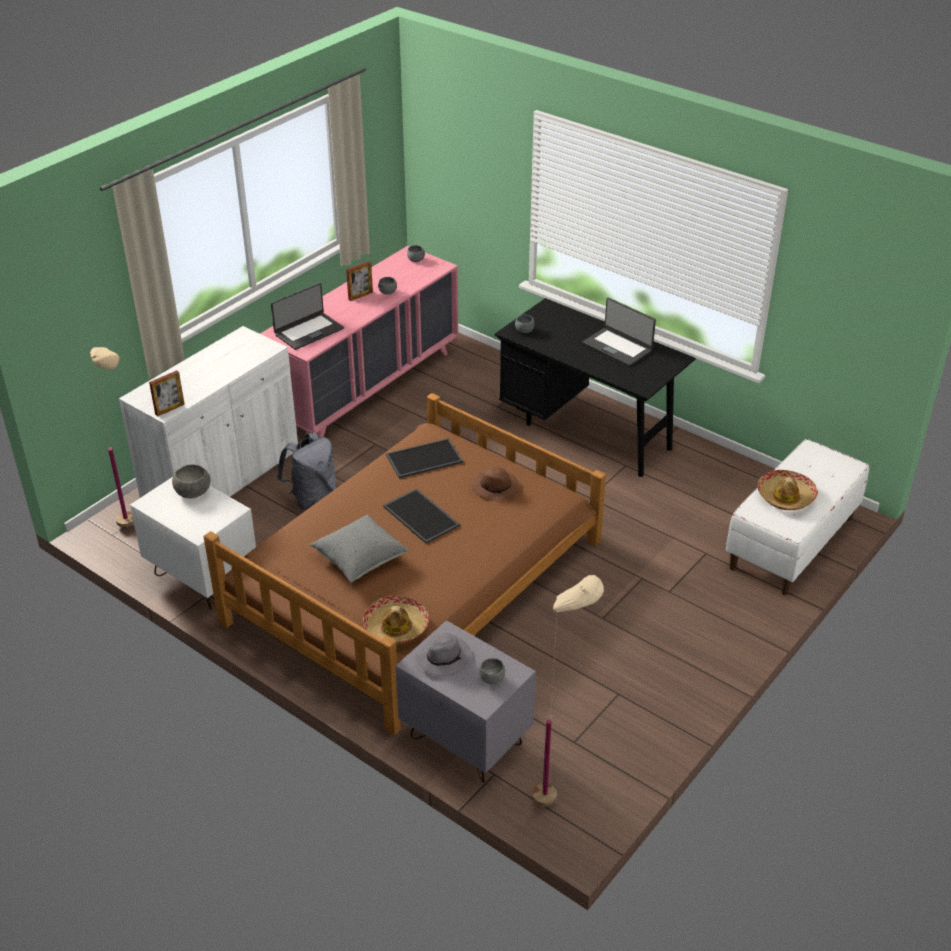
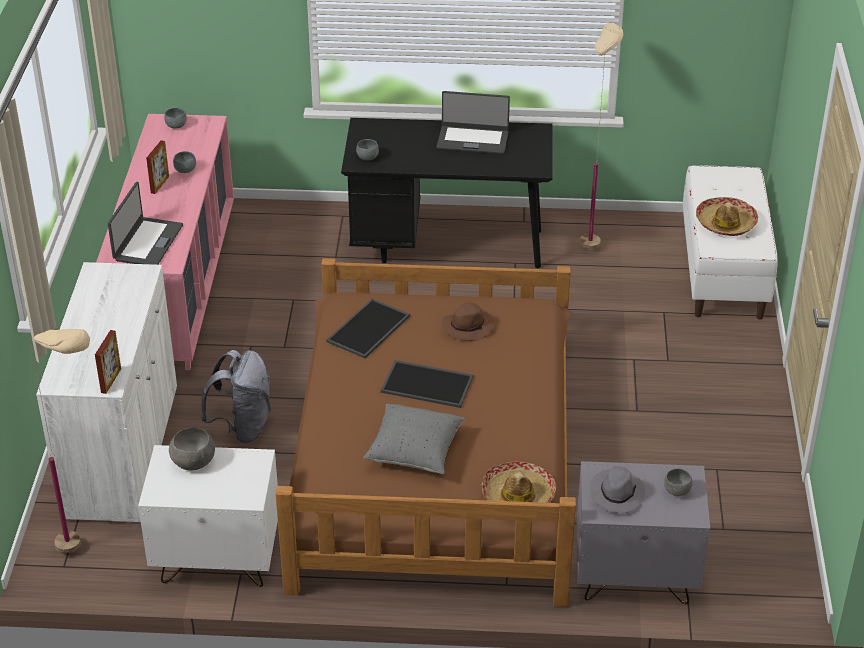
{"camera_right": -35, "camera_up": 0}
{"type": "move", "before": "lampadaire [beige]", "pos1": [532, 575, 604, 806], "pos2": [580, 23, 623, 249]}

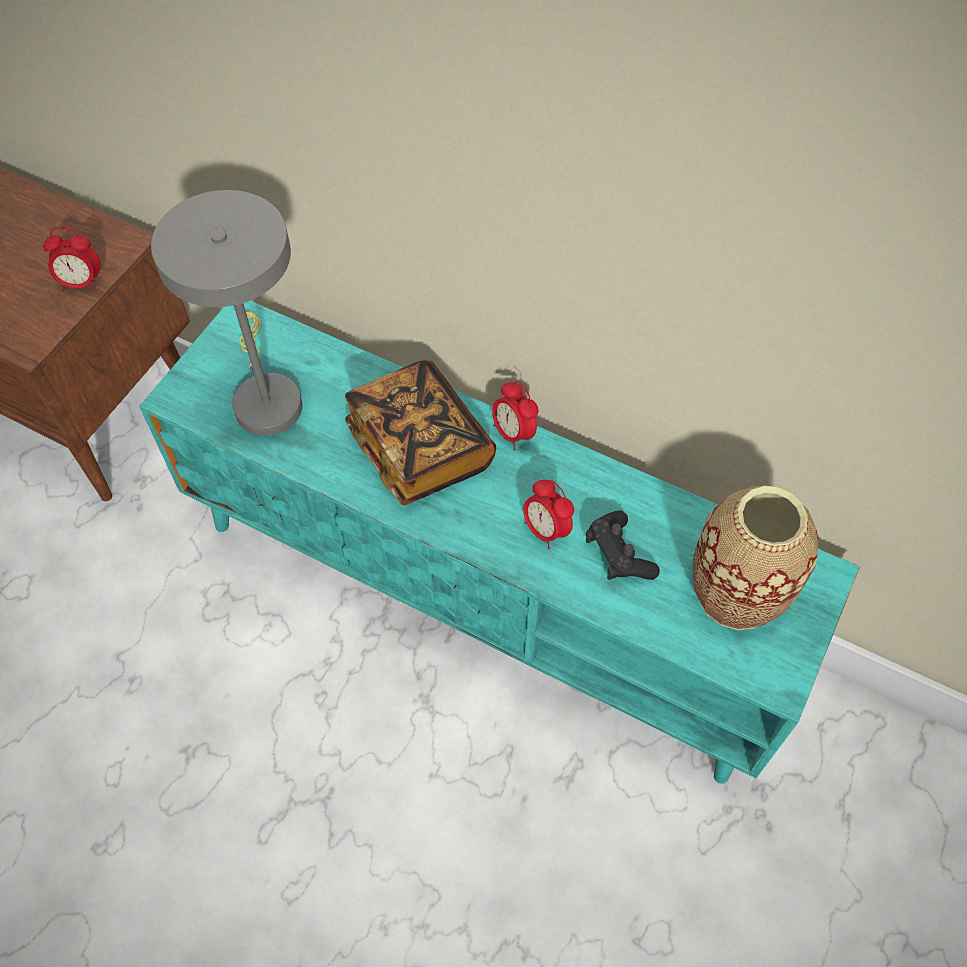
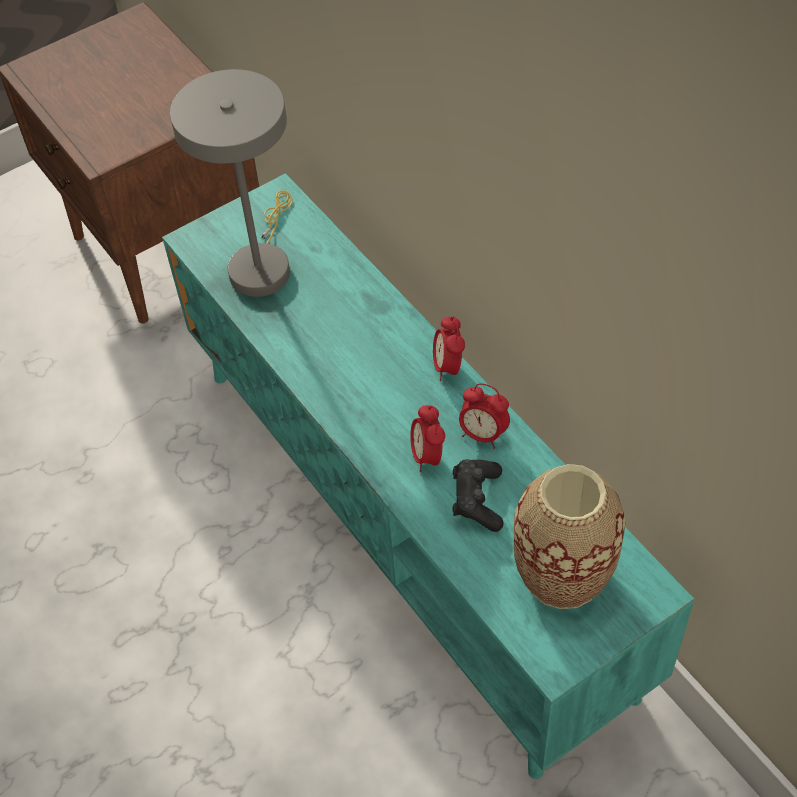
{"camera_right": 30, "camera_up": -5}
{"type": "move", "before": "réveil", "pos1": [43, 227, 101, 291], "pos2": [459, 383, 510, 449]}
{"type": "delete", "before": "livre", "pos1": [345, 360, 496, 505]}

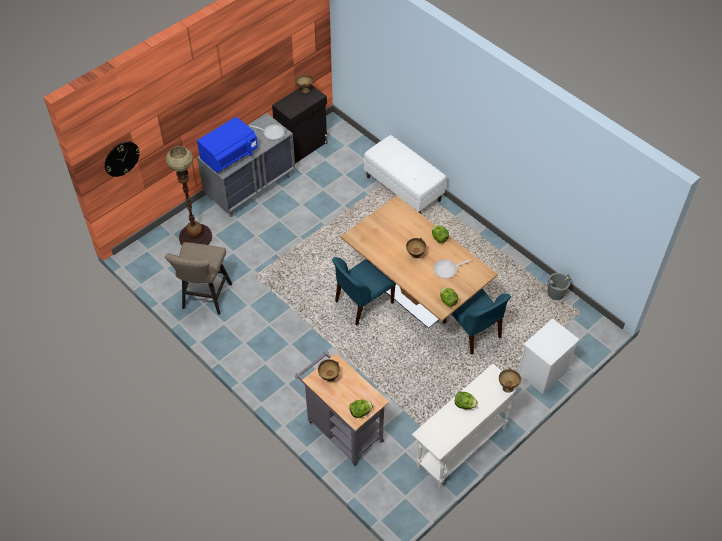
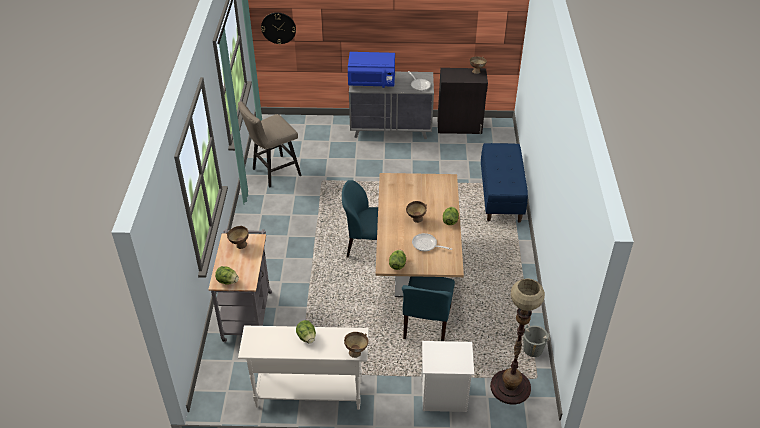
{"camera_right": 45, "camera_up": -10}
{"type": "recolor", "before": "banc [blanc]", "after": "banc [bleu]", "pos1": [364, 135, 446, 214], "pos2": [481, 143, 528, 223]}
{"type": "move", "before": "lampadaire", "pos1": [166, 146, 212, 245], "pos2": [490, 279, 545, 405]}

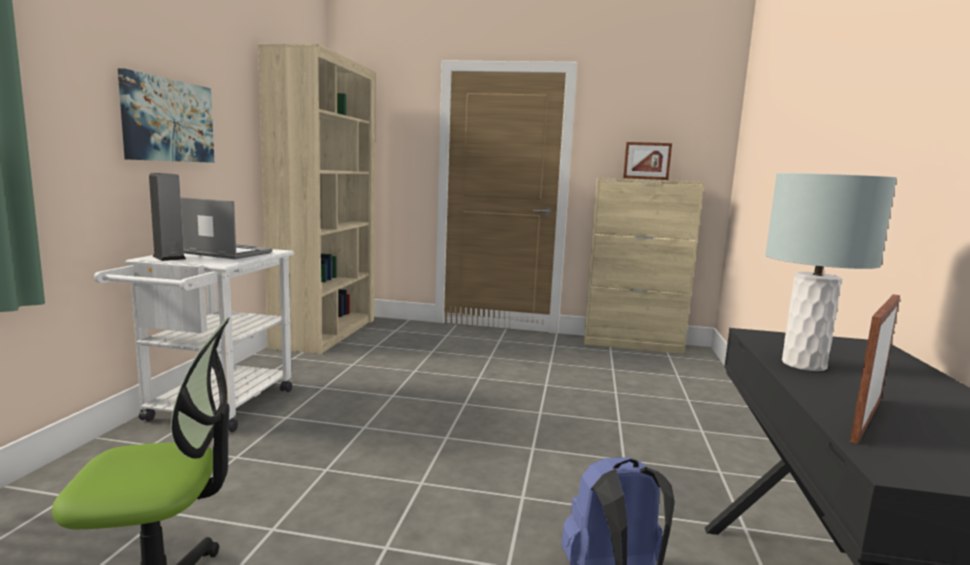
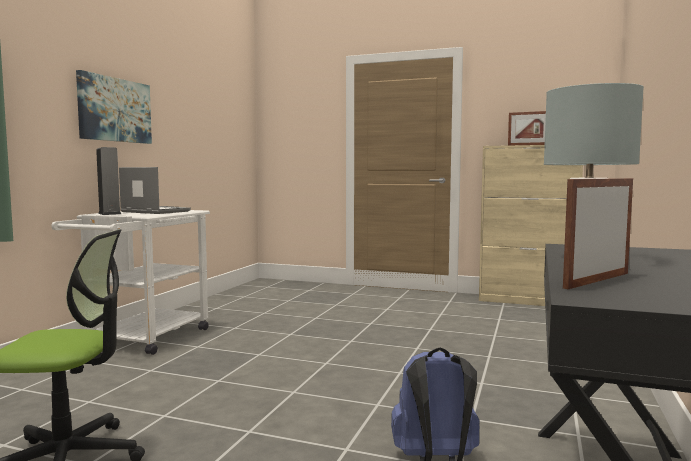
{"camera_right": 10, "camera_up": -5}
{"type": "delete", "before": "bibliothèque [beige]", "pos1": [258, 44, 375, 354]}

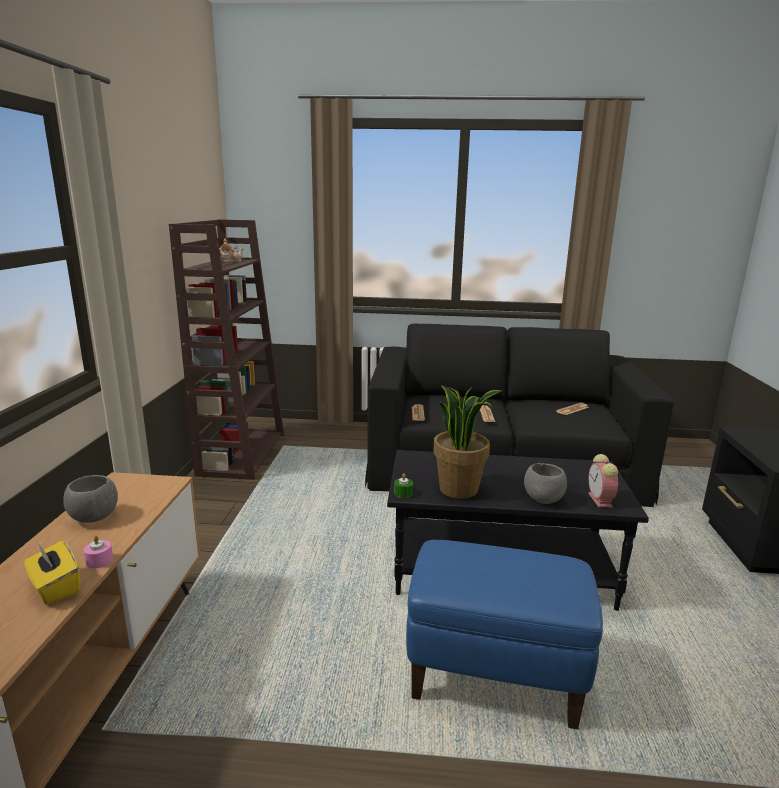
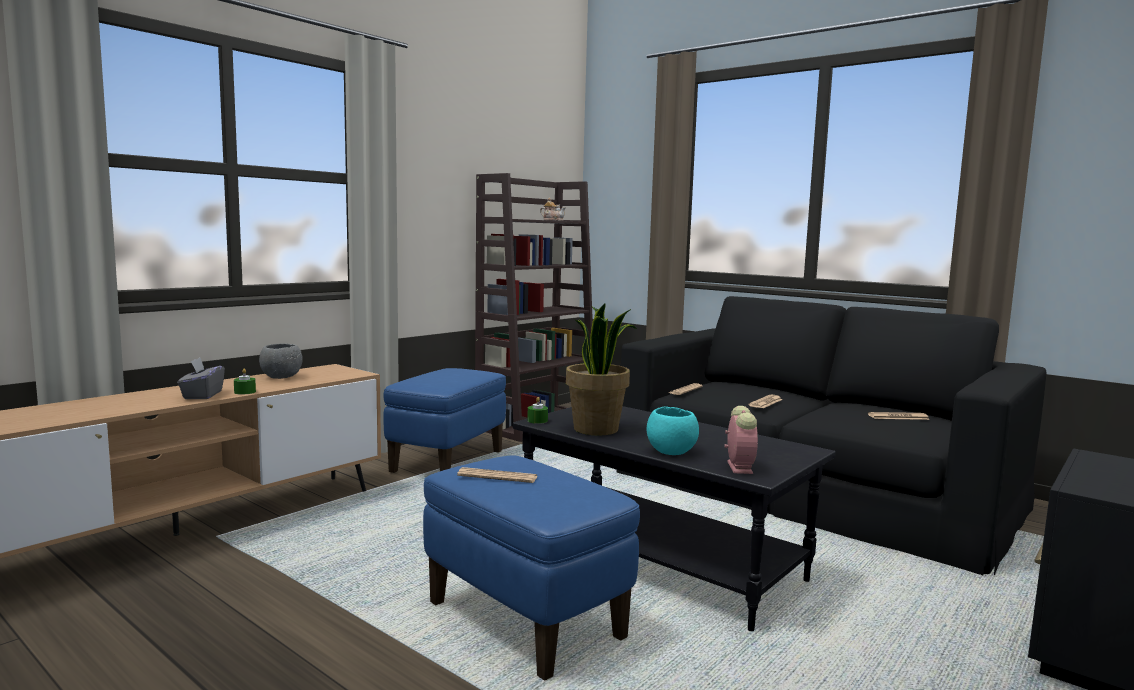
{"camera_right": 35, "camera_up": -10}
{"type": "rotate", "before": "réveil", "pos1": [588, 454, 618, 507], "pos2": [724, 406, 758, 474], "turn": 150}
{"type": "recolor", "before": "bol [gris]", "after": "bol [turquoise]", "pos1": [524, 463, 567, 504], "pos2": [647, 406, 699, 455]}
{"type": "recolor", "before": "bougie [rose]", "after": "bougie [vert]", "pos1": [84, 535, 113, 568], "pos2": [234, 369, 256, 395]}
{"type": "recolor", "before": "boîte à mouchoirs [jaune]", "after": "boîte à mouchoirs [gris]", "pos1": [24, 541, 80, 605], "pos2": [177, 358, 225, 399]}
{"type": "insert", "after": "pouf [bleu]", "pos2": [383, 368, 506, 473]}
{"type": "insert", "after": "journal", "pos2": [457, 467, 538, 483]}

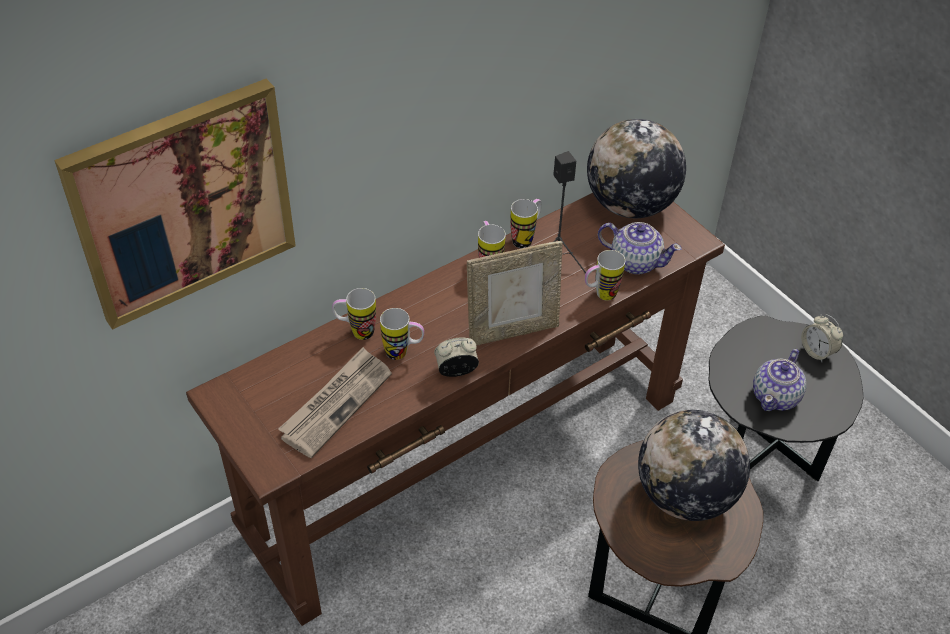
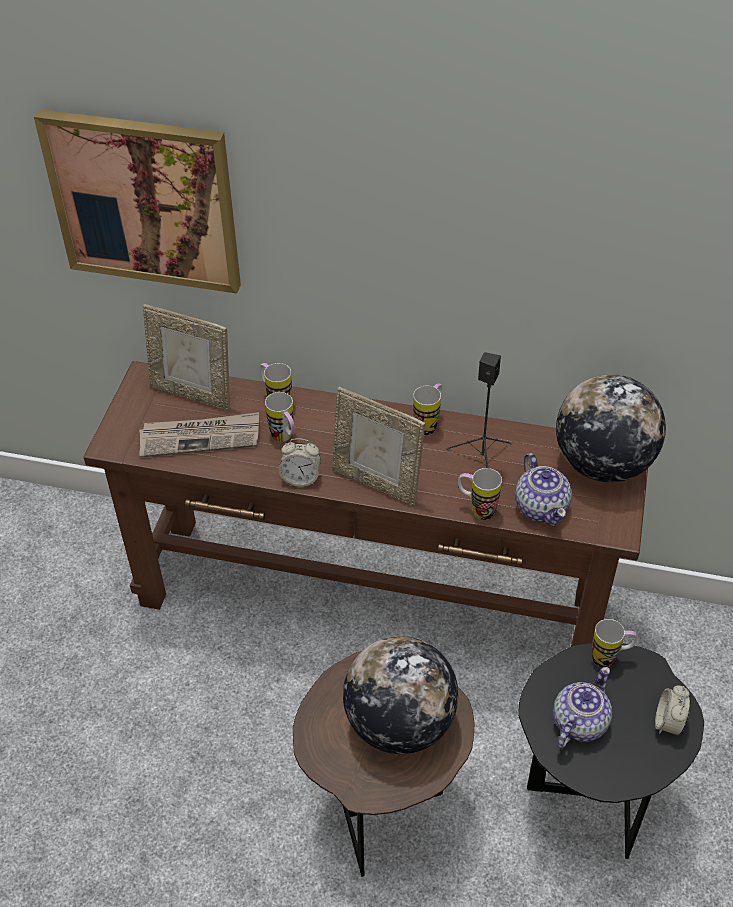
{"camera_right": 50, "camera_up": 0}
{"type": "move", "before": "mug", "pos1": [510, 199, 542, 249], "pos2": [592, 619, 638, 668]}
{"type": "rotate", "before": "réveil", "pos1": [434, 338, 479, 377], "pos2": [279, 438, 321, 487], "turn": 150}
{"type": "rotate", "before": "théière", "pos1": [753, 349, 806, 411], "pos2": [553, 667, 612, 749], "turn": 135}
{"type": "insert", "after": "cadre photo", "pos2": [143, 304, 230, 411]}

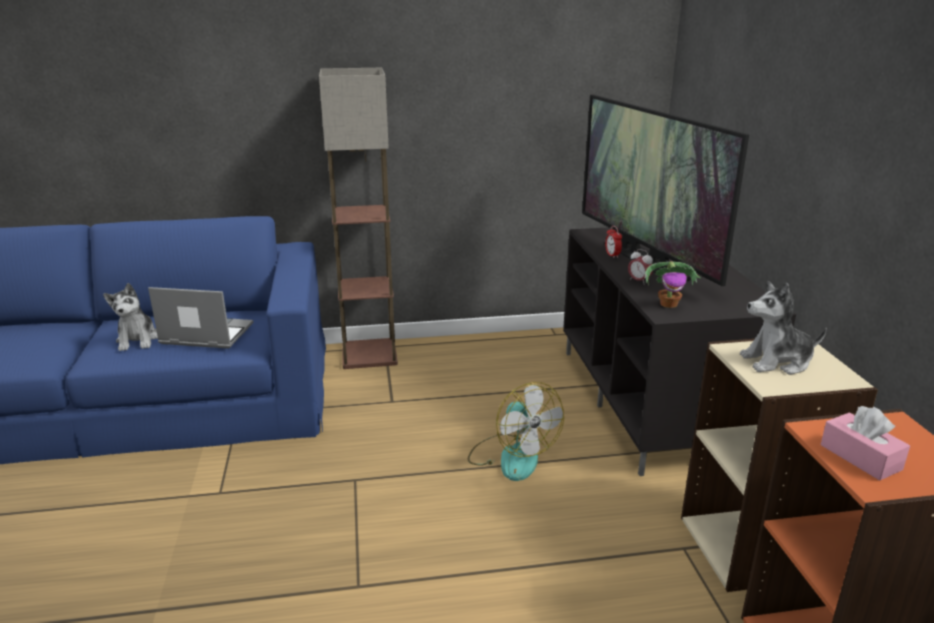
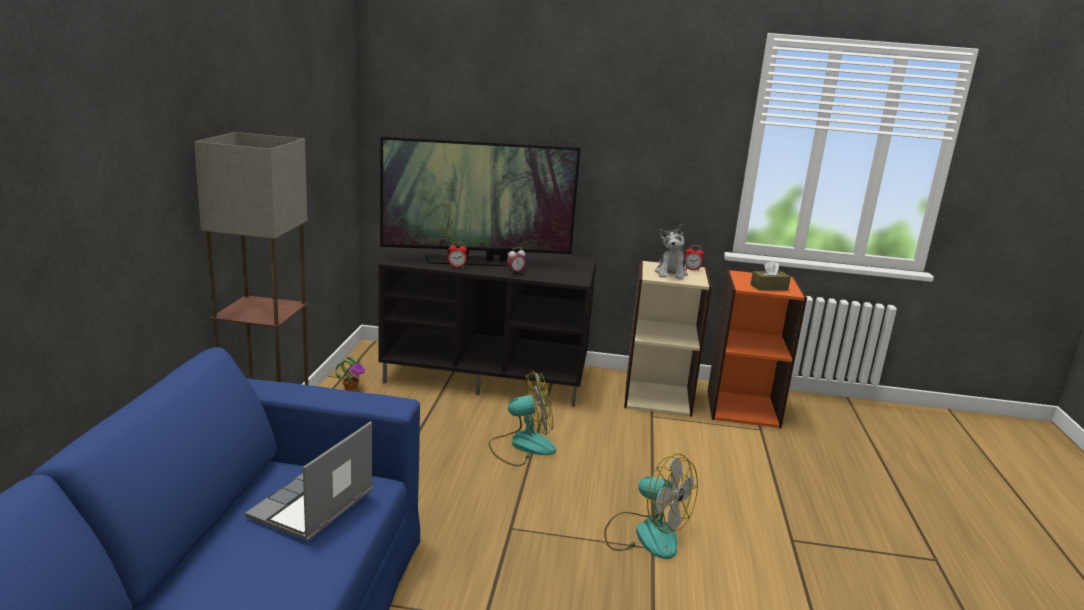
{"camera_right": -75, "camera_up": -5}
{"type": "move", "before": "plante en pot", "pos1": [645, 261, 700, 308], "pos2": [335, 357, 365, 391]}
{"type": "delete", "before": "peluche", "pos1": [103, 283, 158, 351]}
{"type": "recolor", "before": "boîte à mouchoirs [rose]", "after": "boîte à mouchoirs [marron]", "pos1": [821, 406, 910, 480], "pos2": [750, 260, 791, 290]}
{"type": "insert", "after": "réveil", "pos2": [685, 245, 704, 271]}
{"type": "insert", "after": "ventilateur", "pos2": [604, 453, 698, 559]}

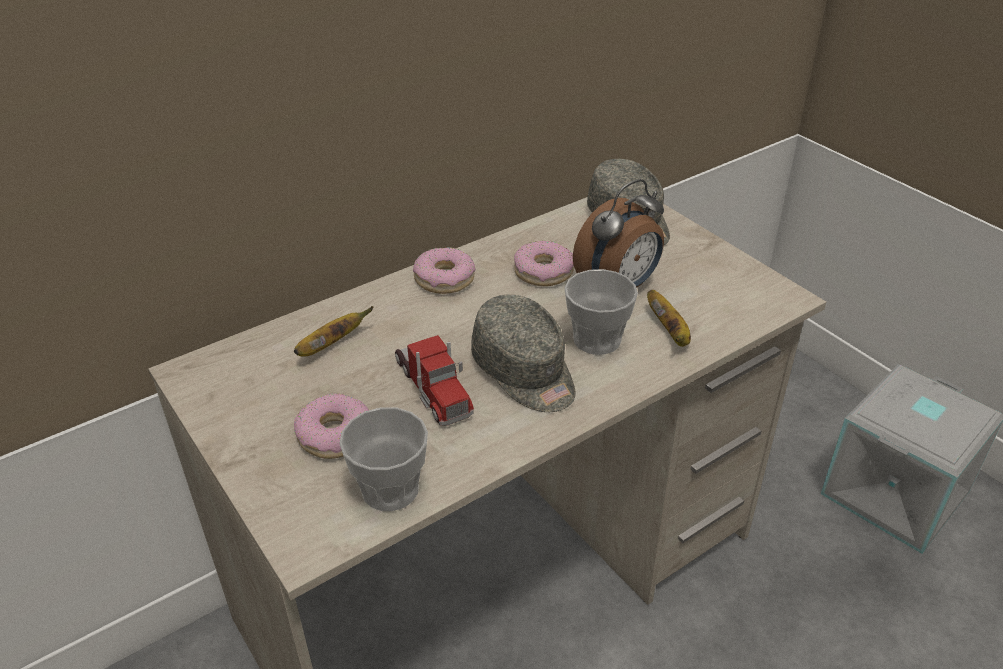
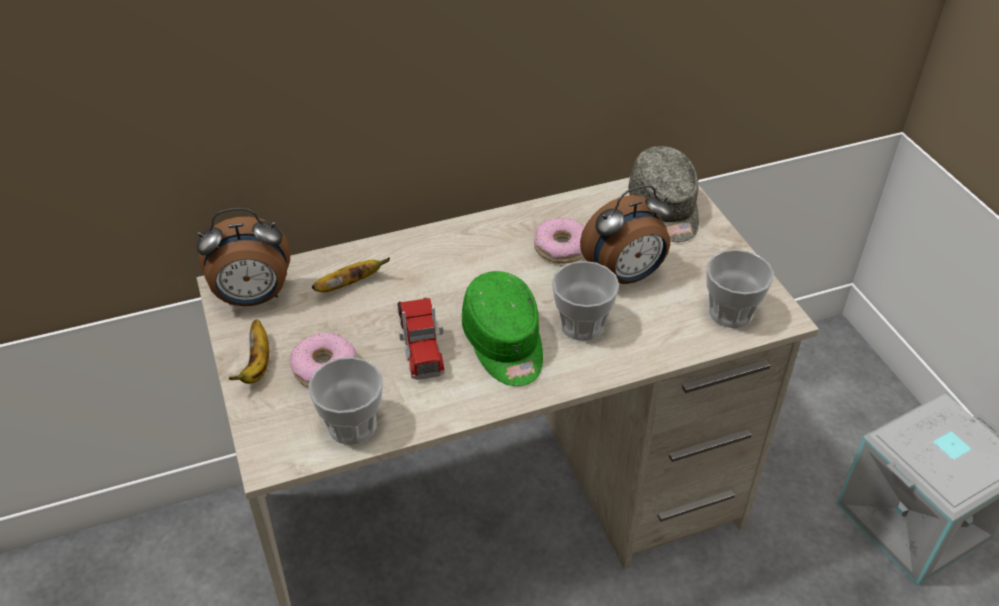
{"camera_right": 15, "camera_up": 5}
{"type": "delete", "before": "beignet", "pos1": [413, 247, 475, 294]}
{"type": "move", "before": "banane", "pos1": [647, 290, 691, 347], "pos2": [229, 319, 269, 384]}
{"type": "recolor", "before": "casquette [gris]", "after": "casquette [vert]", "pos1": [471, 294, 575, 412], "pos2": [462, 271, 543, 386]}
{"type": "insert", "after": "réveil", "pos2": [196, 208, 290, 306]}
{"type": "insert", "after": "tasse", "pos2": [706, 249, 774, 328]}

